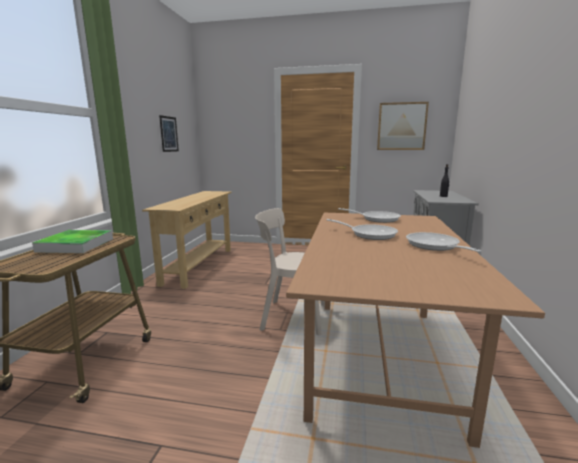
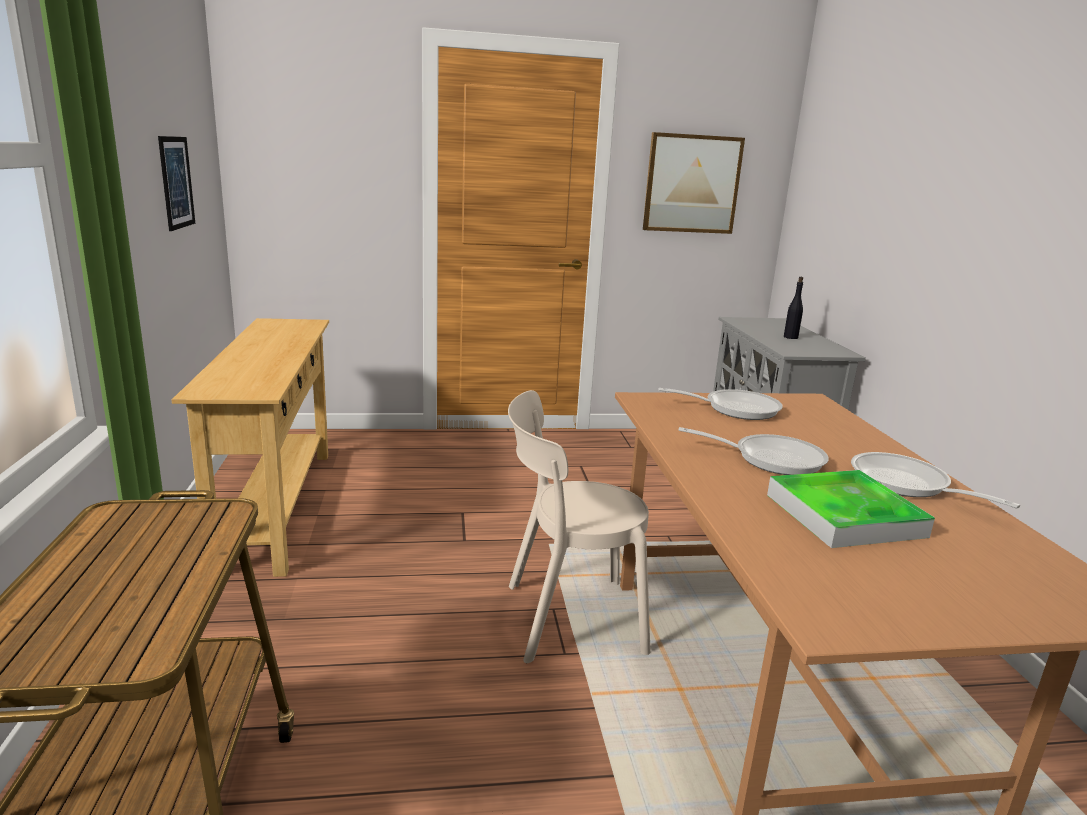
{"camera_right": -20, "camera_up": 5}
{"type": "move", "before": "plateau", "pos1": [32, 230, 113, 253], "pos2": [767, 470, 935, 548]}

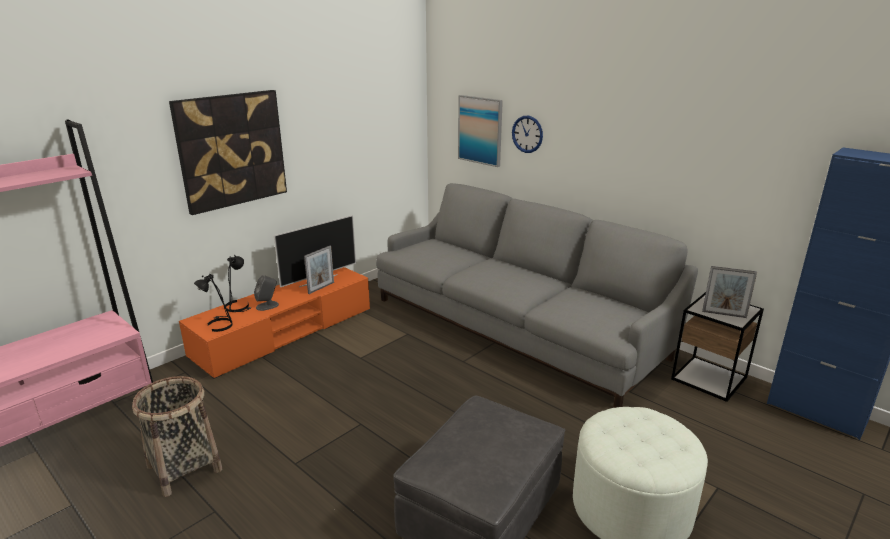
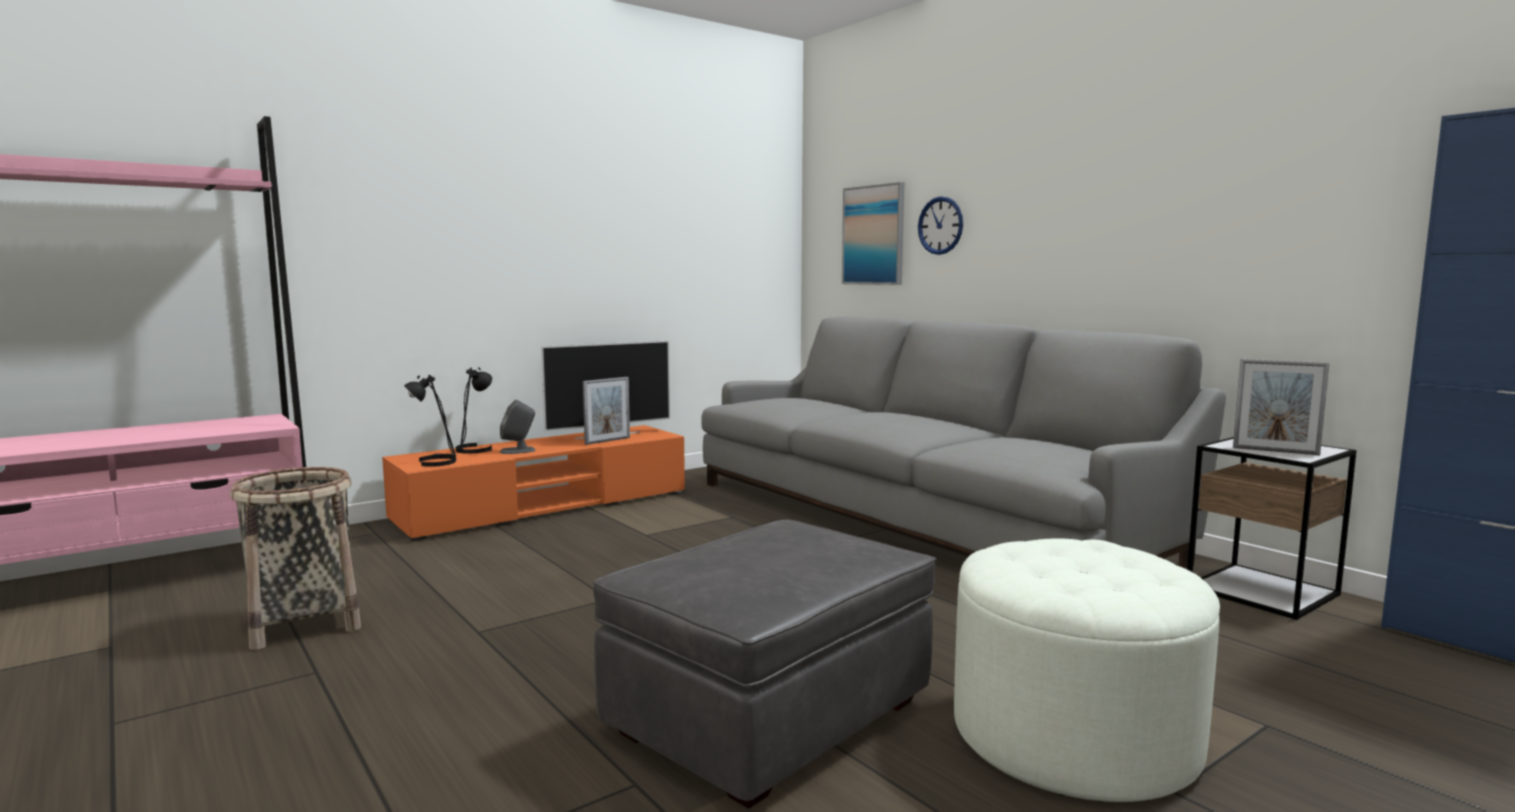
{"camera_right": 10, "camera_up": -15}
{"type": "delete", "before": "tableau", "pos1": [169, 90, 287, 215]}

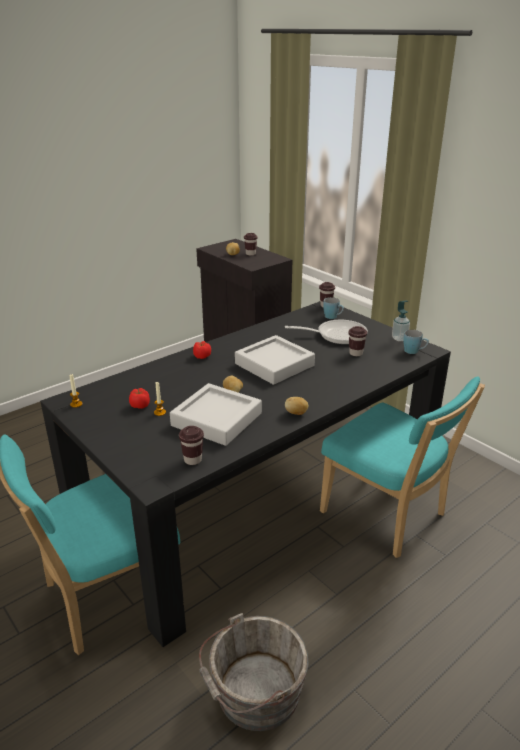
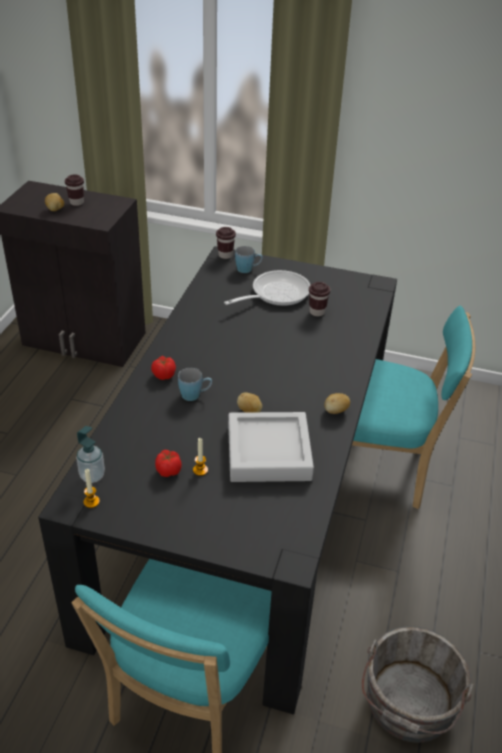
{"camera_right": -35, "camera_up": 10}
{"type": "move", "before": "distributeur de savon", "pos1": [392, 300, 410, 341], "pos2": [76, 426, 105, 483]}
{"type": "move", "before": "mug [bleu]", "pos1": [404, 330, 429, 354], "pos2": [178, 368, 212, 401]}
{"type": "delete", "before": "plateau [gris]", "pos1": [235, 335, 315, 385]}
{"type": "delete", "before": "tasse [marron]", "pos1": [179, 426, 204, 465]}

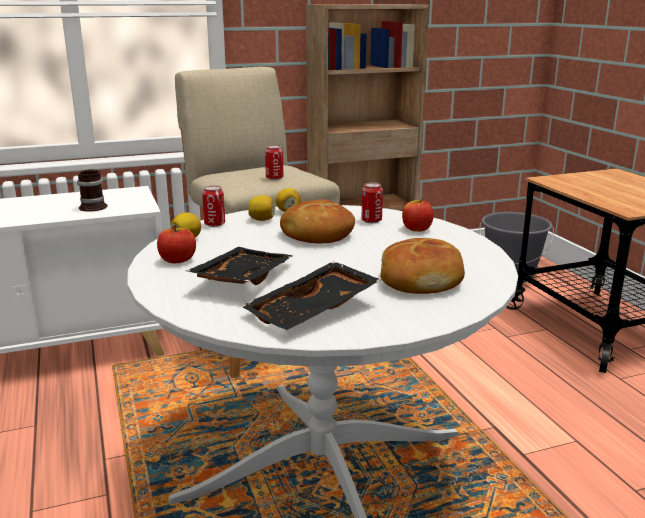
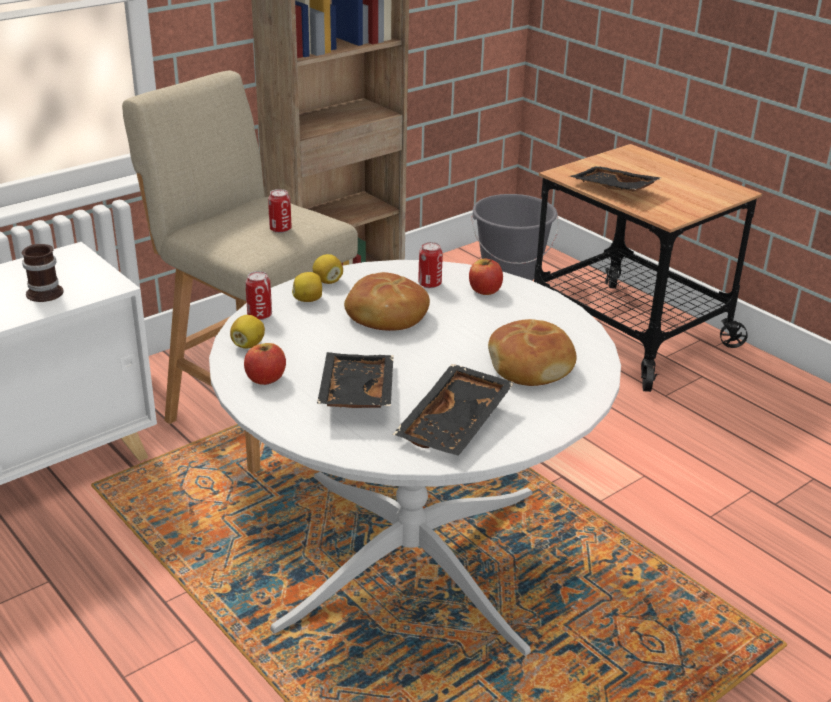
{"camera_right": -20, "camera_up": 10}
{"type": "insert", "after": "plateau [noir]", "pos2": [570, 166, 661, 192]}

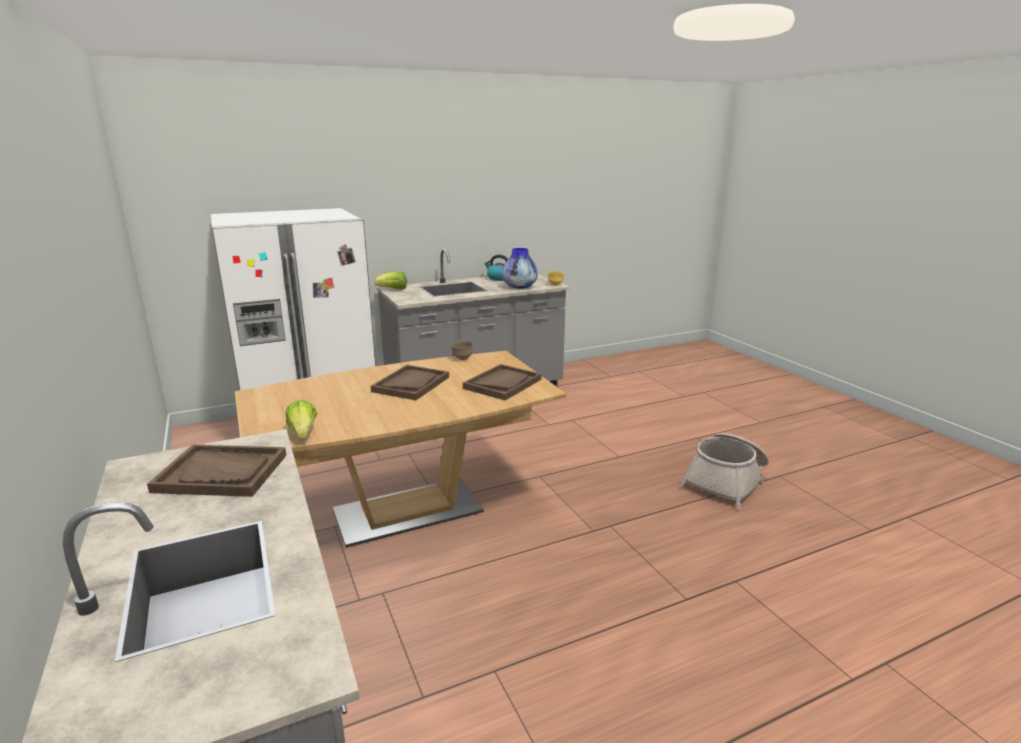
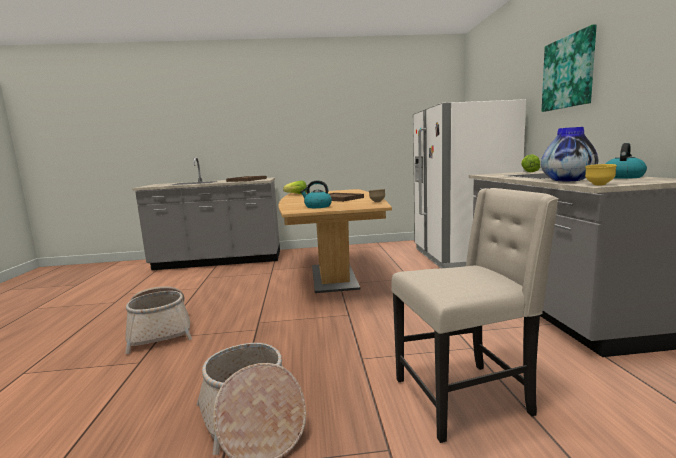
{"camera_right": 110, "camera_up": -10}
{"type": "replace", "before": "plateau [marron]", "after": "bouilloire", "pos1": [463, 364, 542, 400], "pos2": [300, 180, 332, 208]}
{"type": "insert", "after": "tableau", "pos2": [542, 25, 597, 112]}
{"type": "insert", "after": "chaise [beige]", "pos2": [391, 188, 559, 443]}
{"type": "insert", "after": "panier", "pos2": [125, 286, 192, 354]}

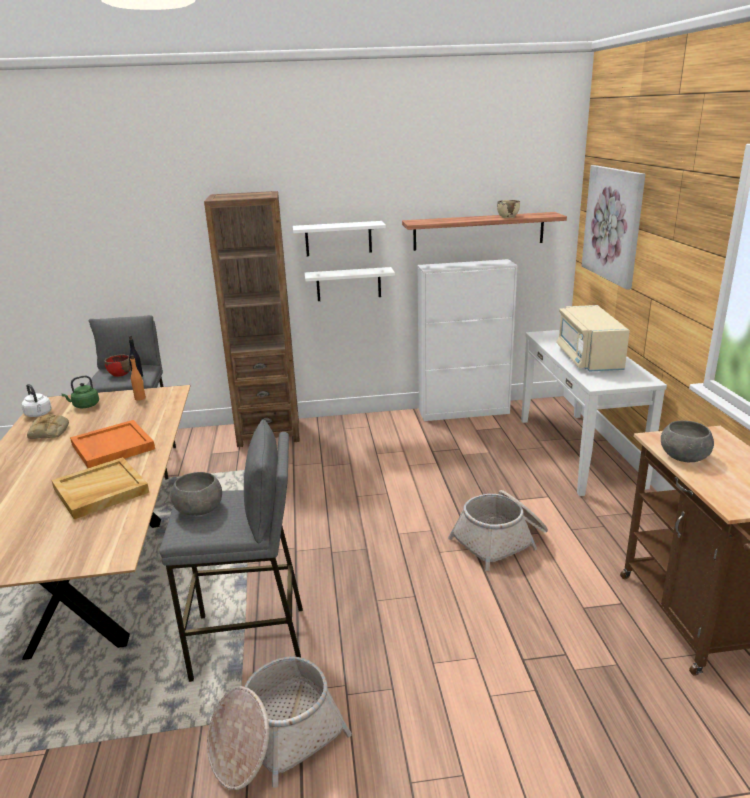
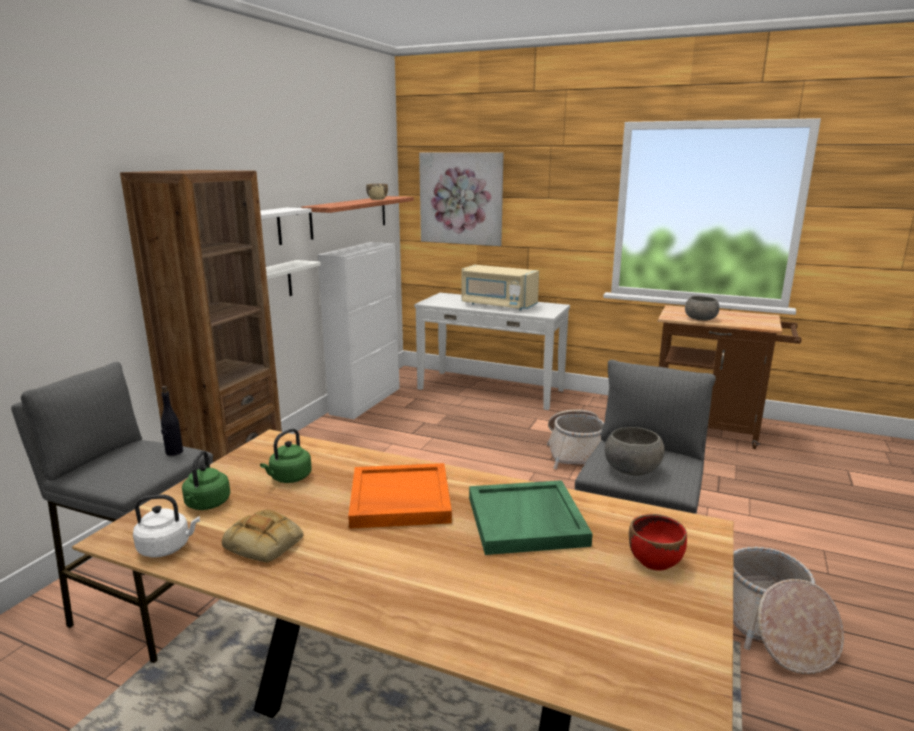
{"camera_right": -60, "camera_up": -5}
{"type": "move", "before": "bol [rouge]", "pos1": [104, 354, 131, 377], "pos2": [629, 514, 687, 571]}
{"type": "delete", "before": "bouteille [orange]", "pos1": [130, 355, 146, 400]}
{"type": "recolor", "before": "plateau [beige]", "after": "plateau [vert]", "pos1": [51, 457, 149, 519], "pos2": [469, 480, 593, 555]}
{"type": "insert", "after": "bouilloire [vert]", "pos2": [260, 429, 312, 483]}

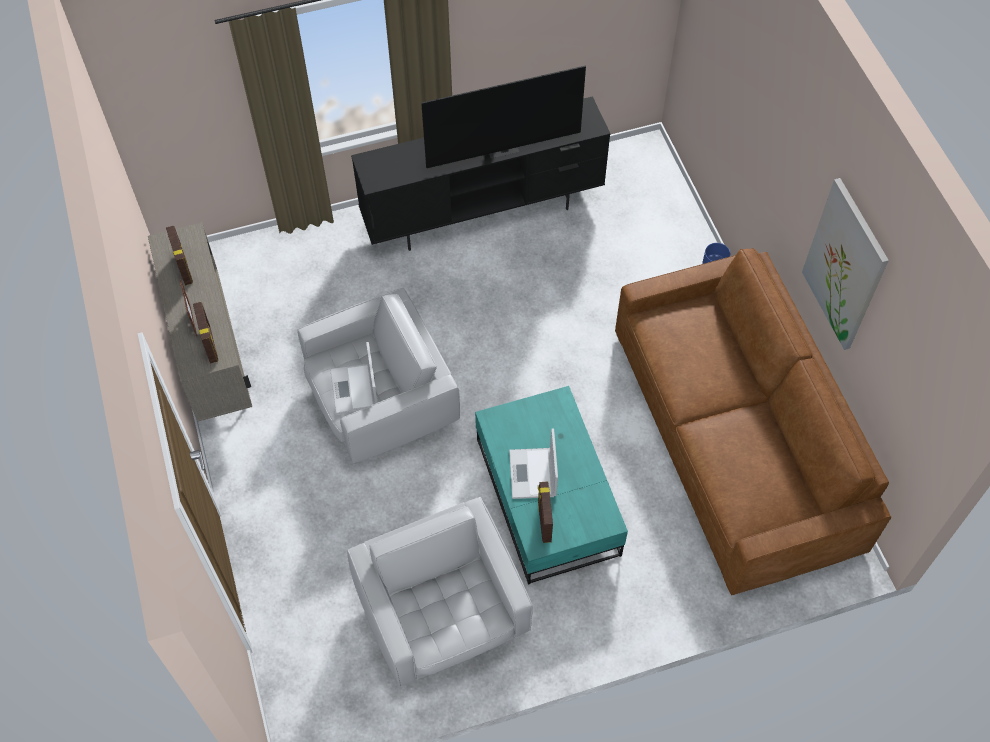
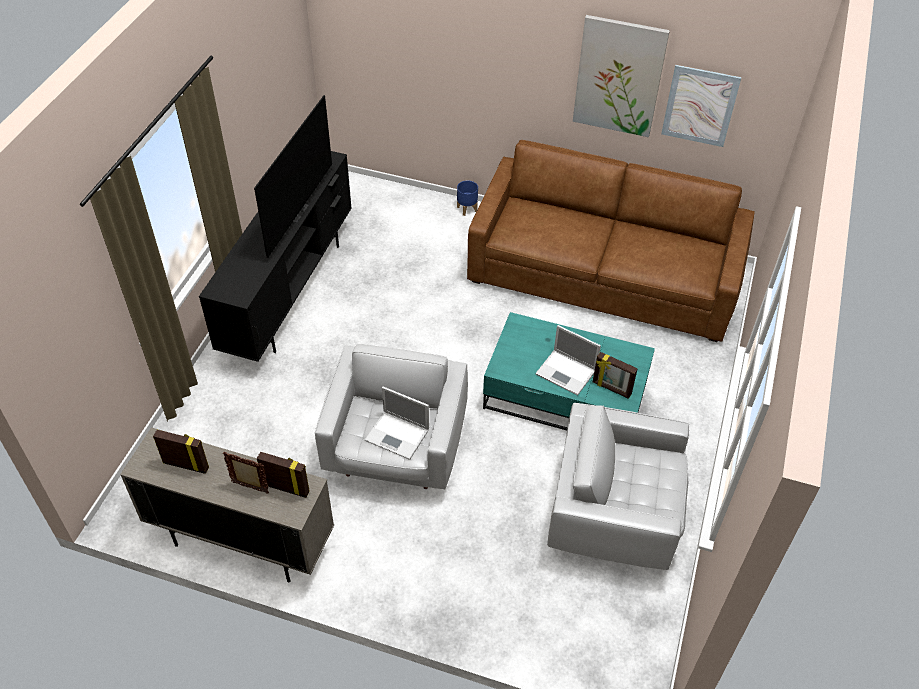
{"camera_right": -55, "camera_up": -10}
{"type": "insert", "after": "tableau", "pos2": [661, 65, 742, 147]}

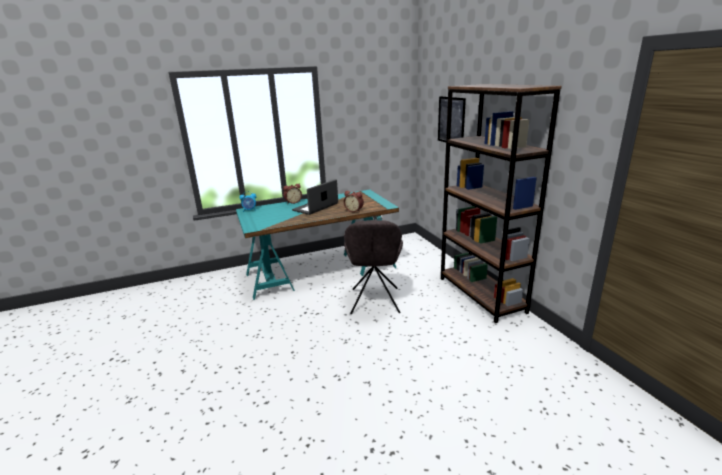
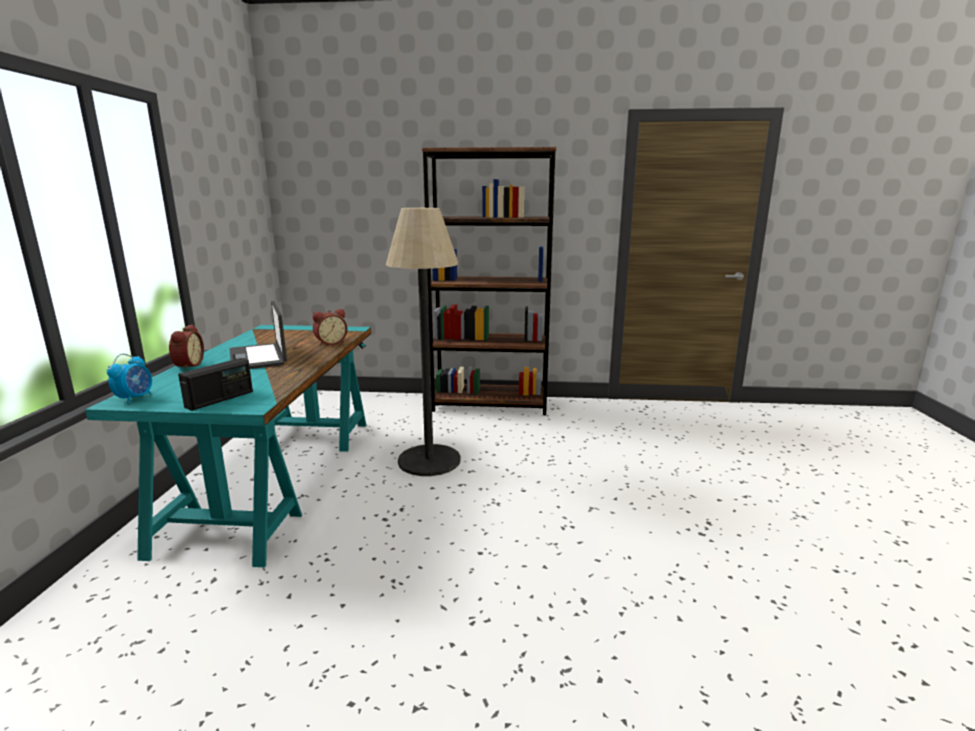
{"camera_right": -65, "camera_up": -5}
{"type": "delete", "before": "tableau", "pos1": [438, 96, 466, 142]}
{"type": "replace", "before": "chaise [gris]", "after": "lampadaire", "pos1": [344, 220, 403, 314], "pos2": [386, 208, 461, 476]}
{"type": "insert", "after": "radio", "pos2": [178, 358, 253, 411]}

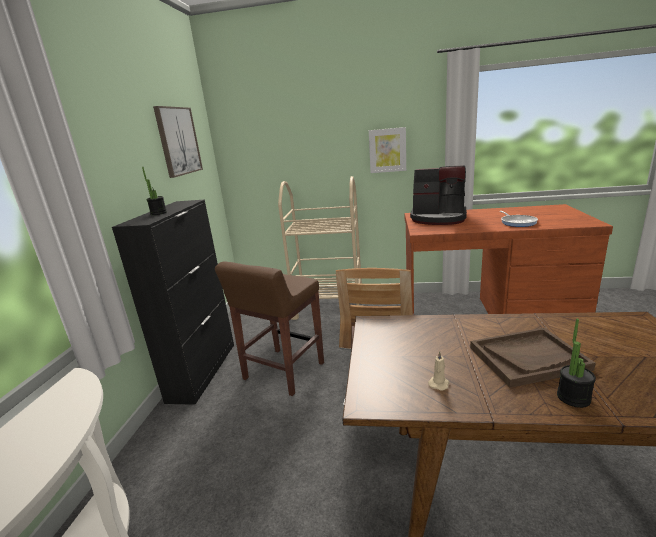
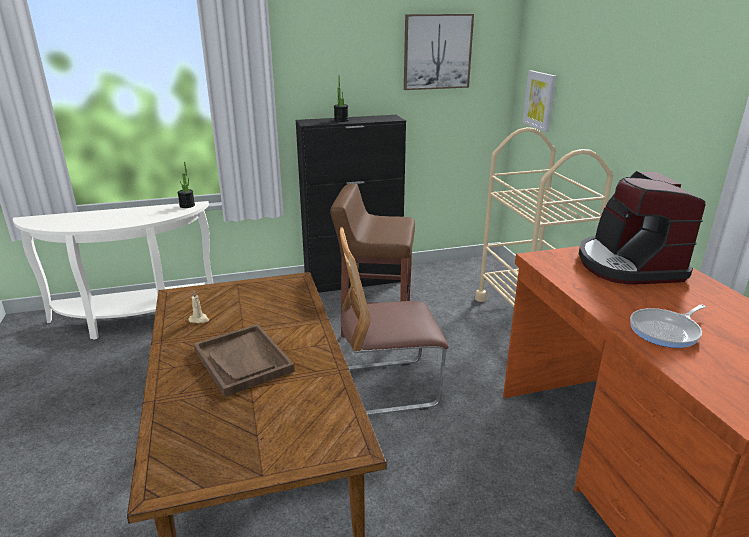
{"camera_right": 65, "camera_up": 5}
{"type": "move", "before": "tableau", "pos1": [369, 127, 406, 173], "pos2": [522, 70, 556, 132]}
{"type": "move", "before": "plante en pot", "pos1": [557, 319, 596, 408], "pos2": [177, 162, 195, 208]}

